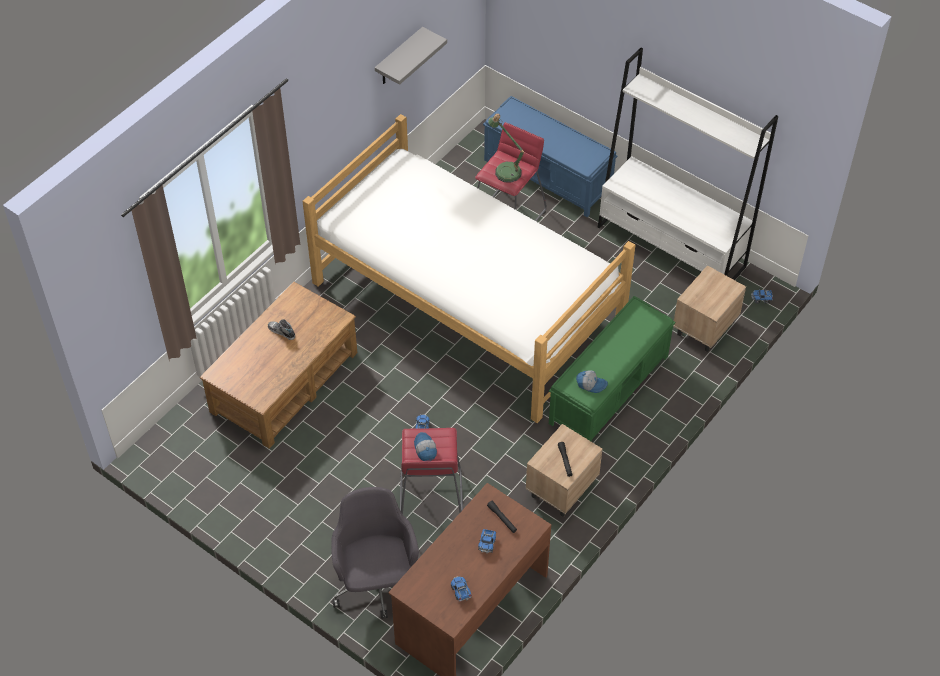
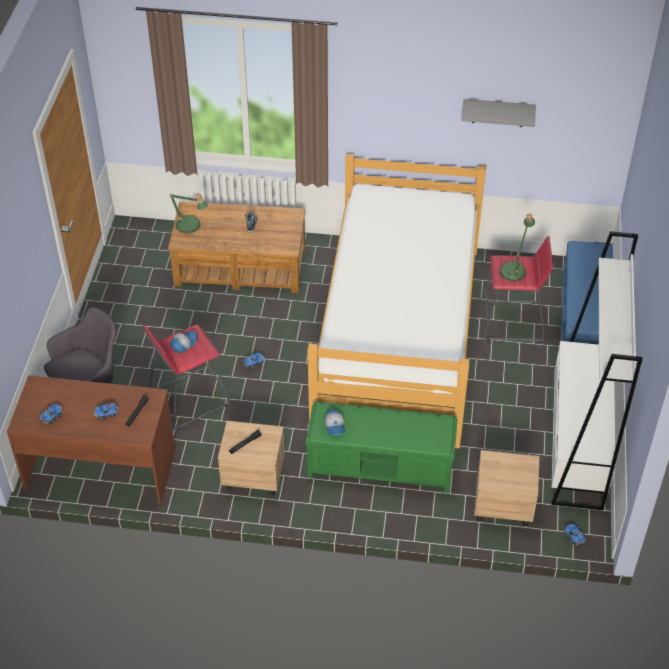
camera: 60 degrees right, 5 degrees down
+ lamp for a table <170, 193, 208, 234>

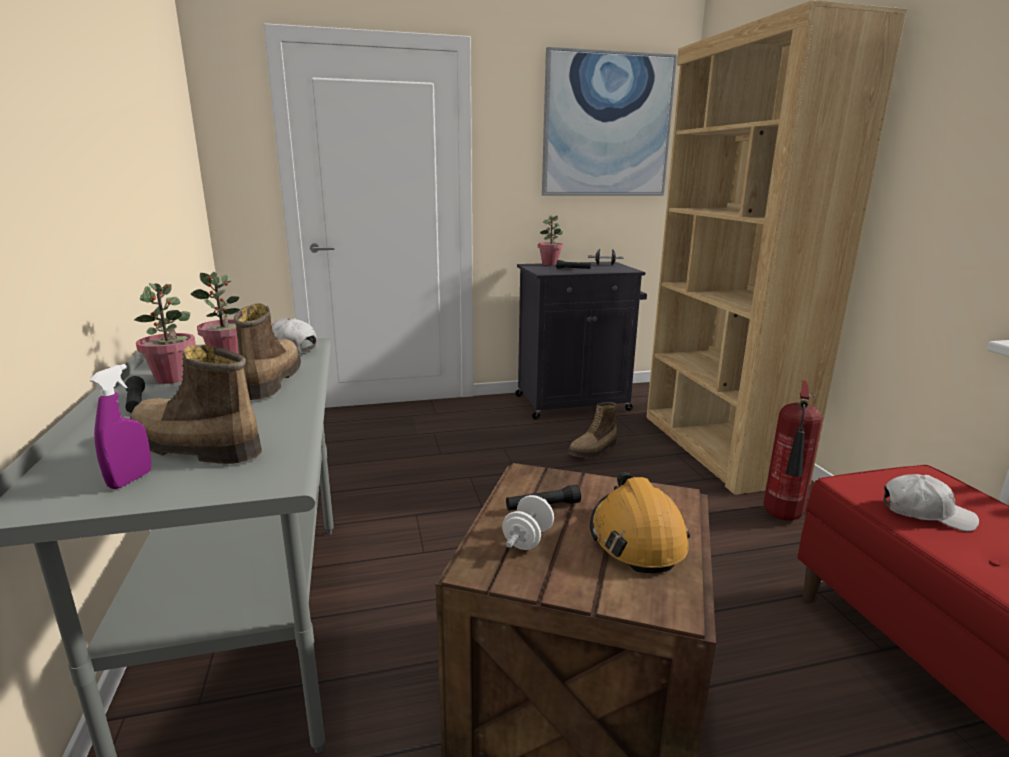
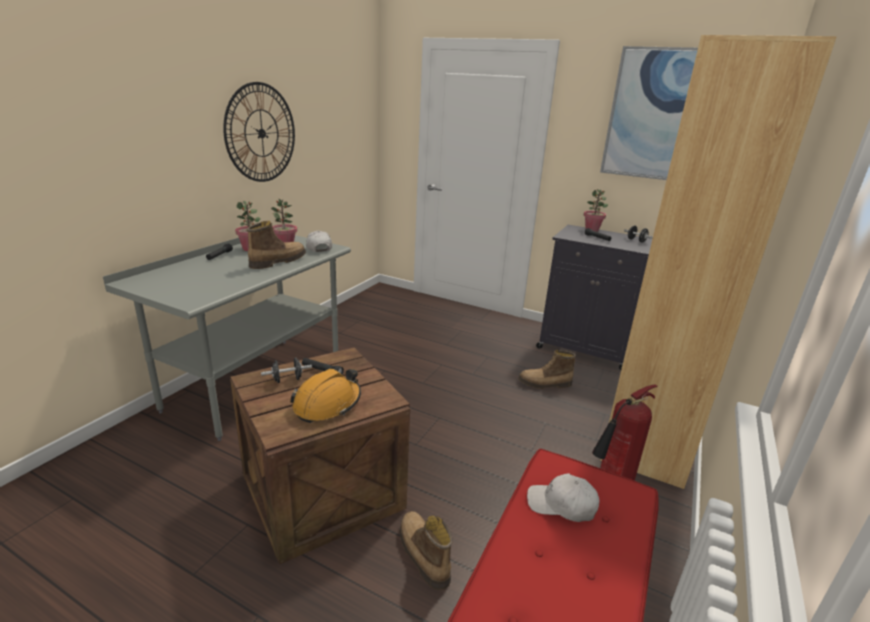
camera: 40 degrees right, 5 degrees up
- purple sprayer <90, 364, 152, 489>
~ high-top boot <130, 345, 262, 464> to <400, 511, 452, 590>
~ whitish hand weight <502, 495, 554, 550> to black-coloured hand weight <261, 358, 312, 383>
~ whitish peaked cap <883, 474, 979, 532> = <527, 474, 599, 522> 135 degrees clockwise
+ clock on the wall <223, 82, 295, 182>

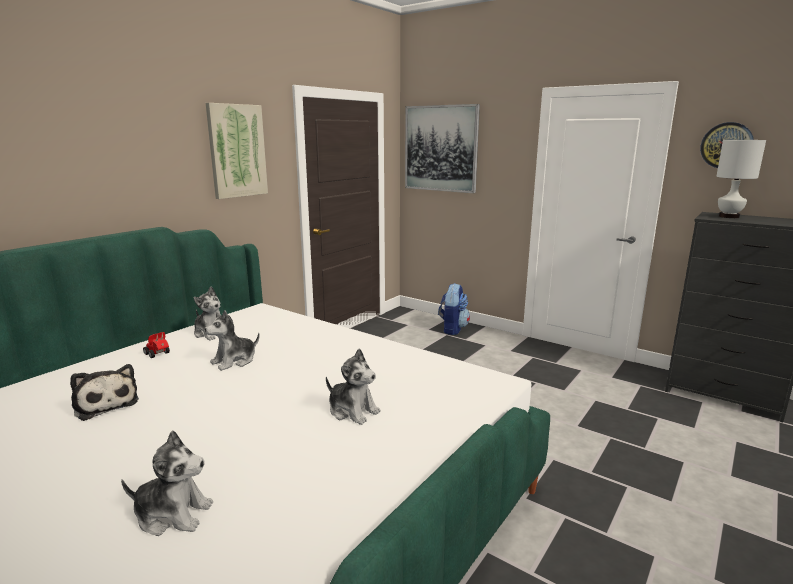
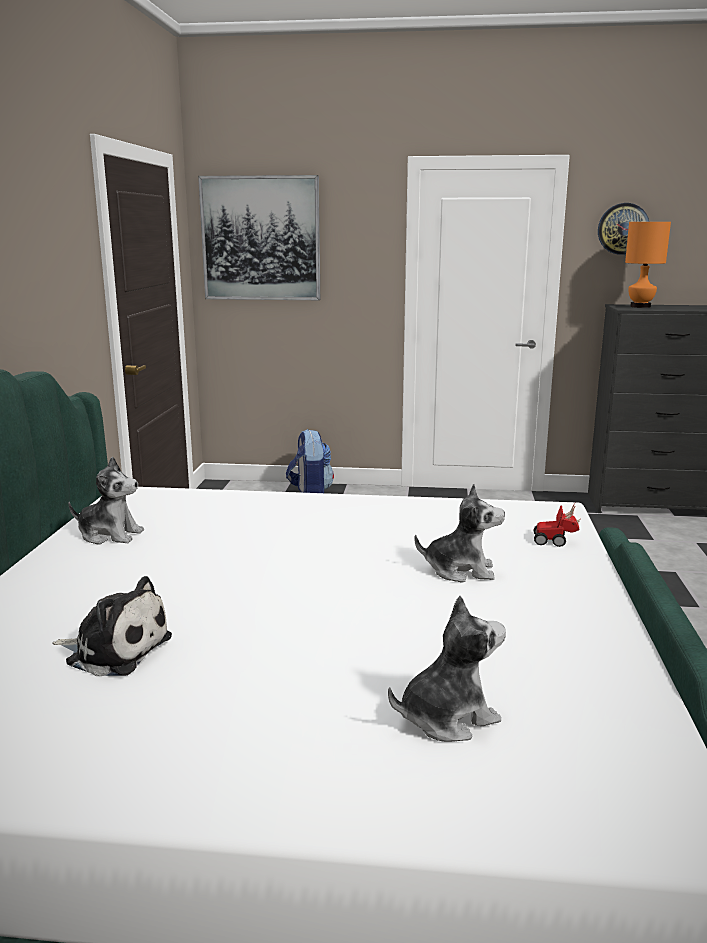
camera: 30 degrees left, 0 degrees up
~ toy car <143, 332, 170, 358> to <534, 504, 580, 547>
- soft toy <204, 310, 260, 371>
- wall picture <206, 103, 268, 199>
~ whitish lamp for a table <716, 140, 766, 218> to orangey lamp for a table <625, 222, 671, 308>

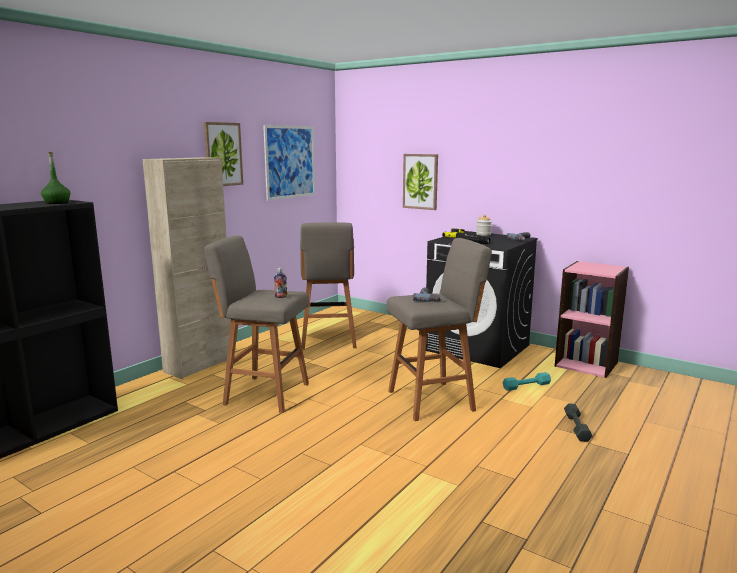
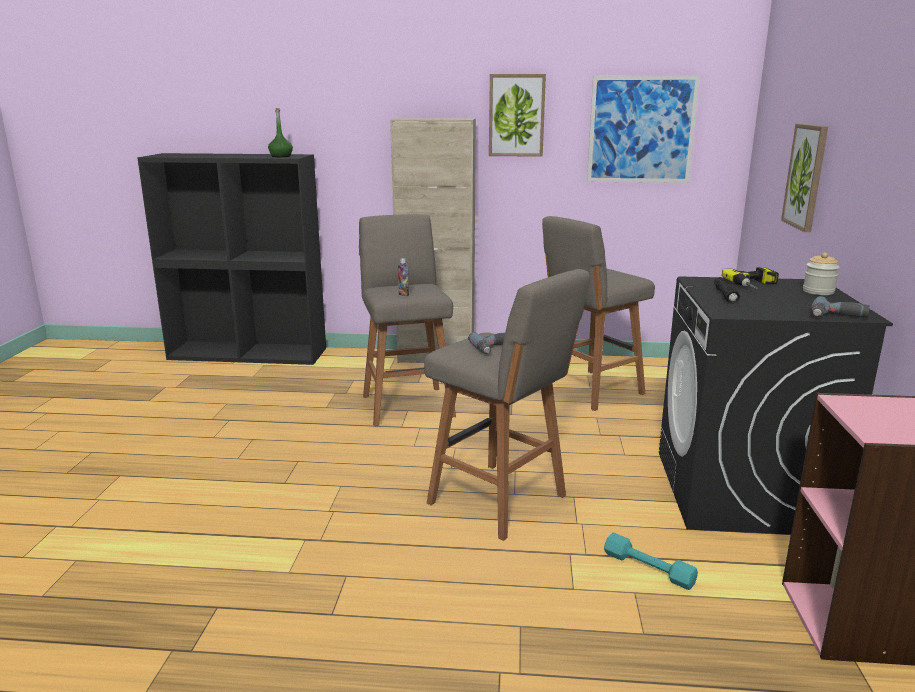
camera: 60 degrees right, 5 degrees up
- greyish hand weight <564, 404, 592, 442>

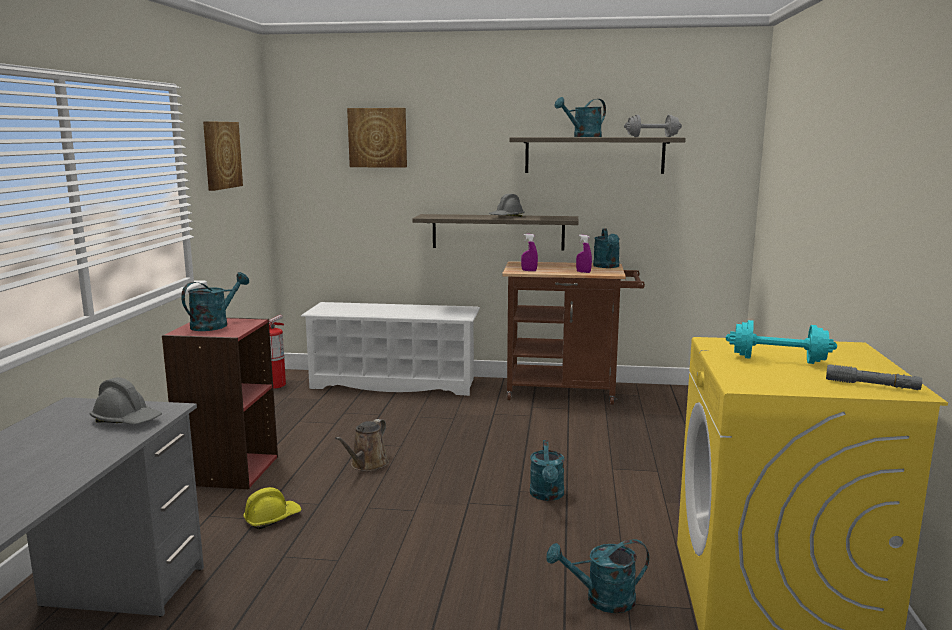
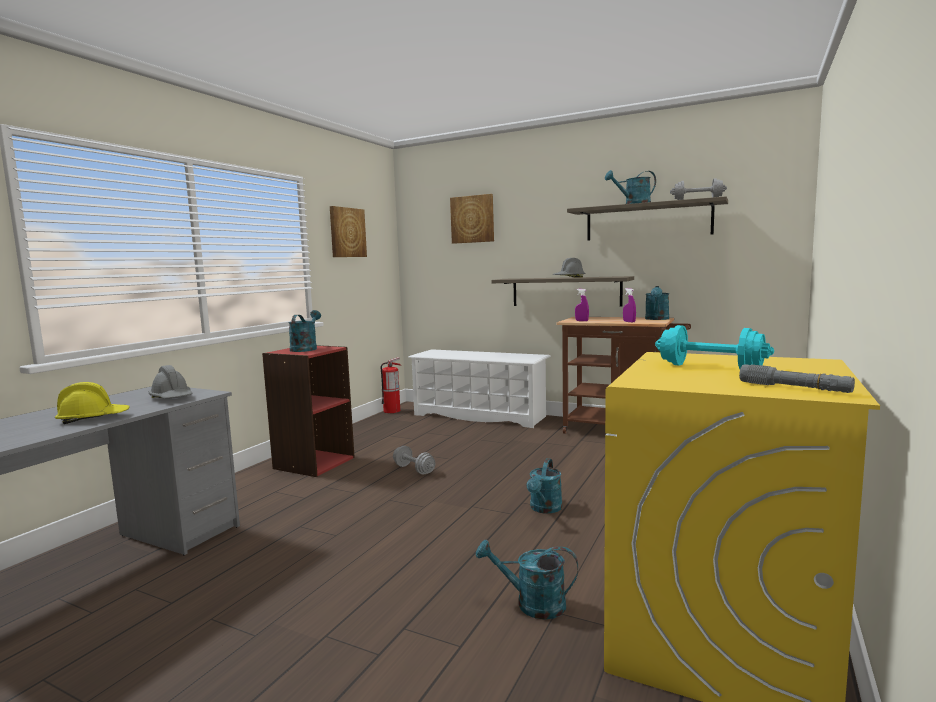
camera: 20 degrees right, 5 degrees down
~ turquoise-coloured watering pot <181, 272, 249, 331> = <288, 310, 321, 352> 45 degrees counterclockwise
~ yellow hard hat <243, 487, 302, 529> to <55, 382, 130, 424>
~ brownish watering pot <335, 419, 389, 471> to greyish hand weight <393, 446, 435, 475>

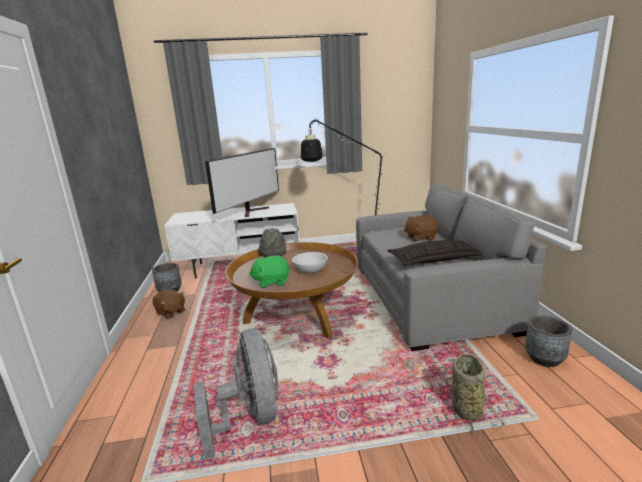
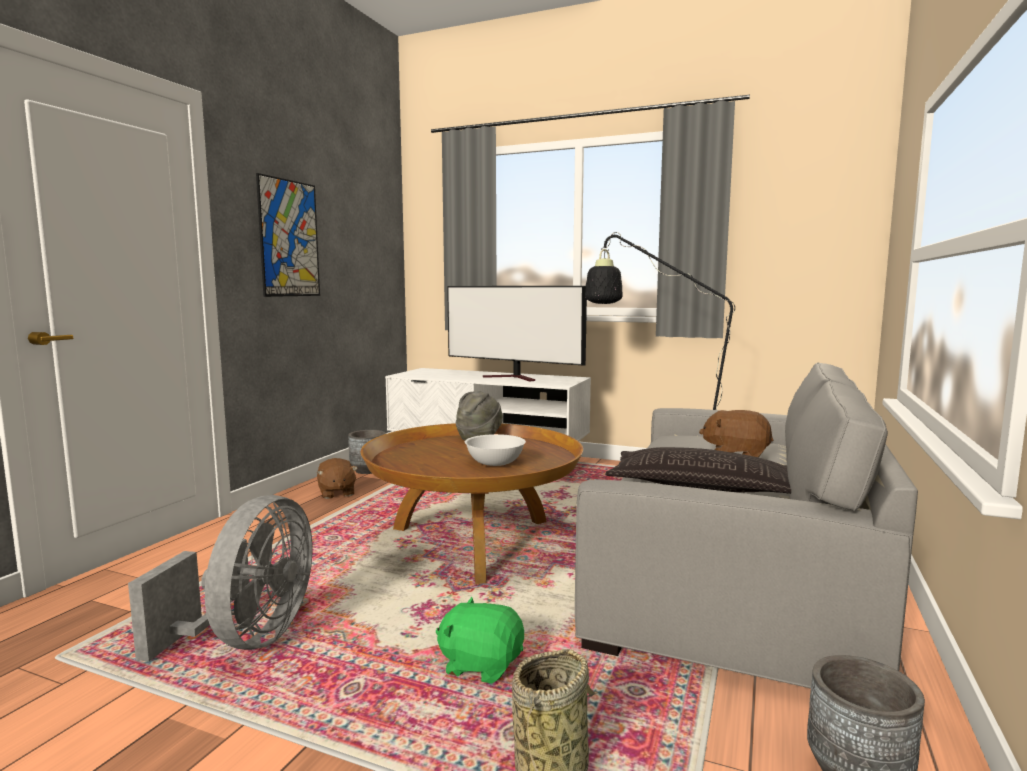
camera: 30 degrees right, 10 degrees down
~ TV <205, 148, 279, 217> = <447, 286, 587, 382> 60 degrees clockwise
~ green soft toy <249, 256, 290, 288> to <436, 597, 524, 684>
+ wall picture <256, 173, 320, 297>

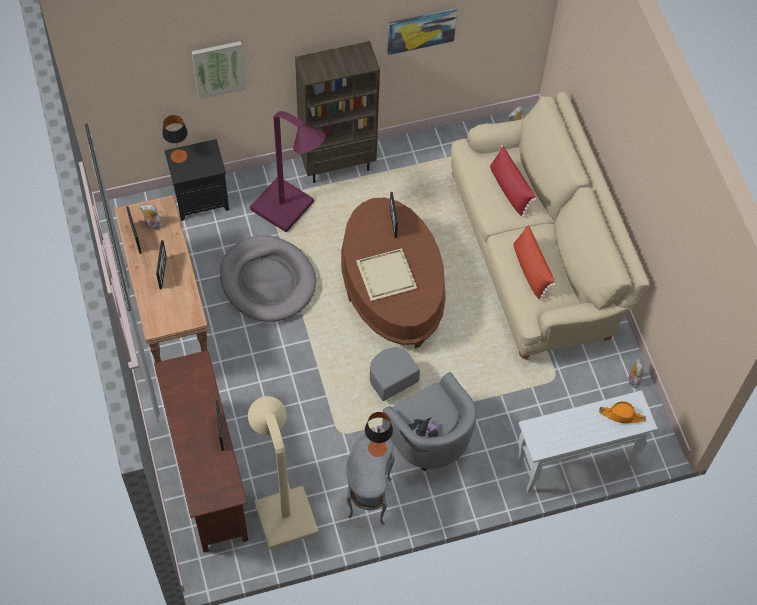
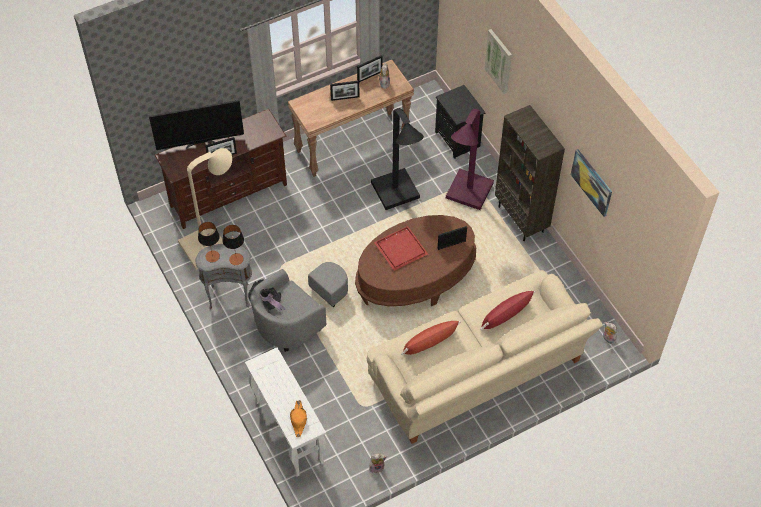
camera: 80 degrees right, 5 degrees down
~ lamp for a table <162, 115, 188, 163> to <198, 222, 220, 263>
~ greyish pet bed <220, 235, 317, 322> to black-coloured floor lamp <371, 108, 424, 210>
~ beige-coloured carrying tray <356, 248, 417, 301> to red carrying tray <374, 226, 428, 271>
+ TV <149, 100, 244, 150>

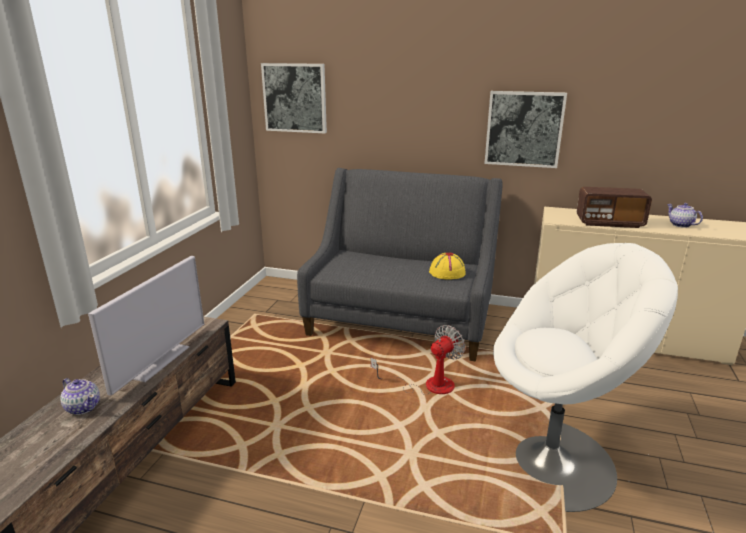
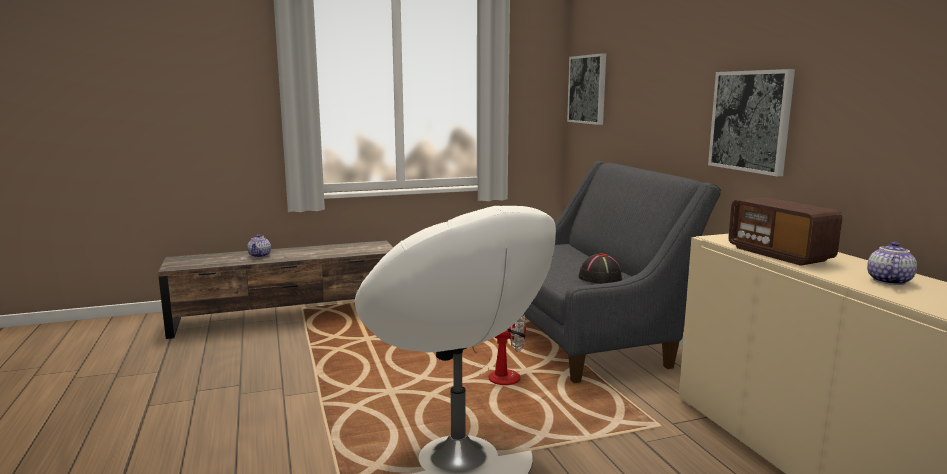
camera: 55 degrees right, 10 degrees down
- TV <88, 256, 204, 396>
~ yellow wearable hat <429, 252, 466, 280> to black-coloured wearable hat <578, 253, 622, 284>

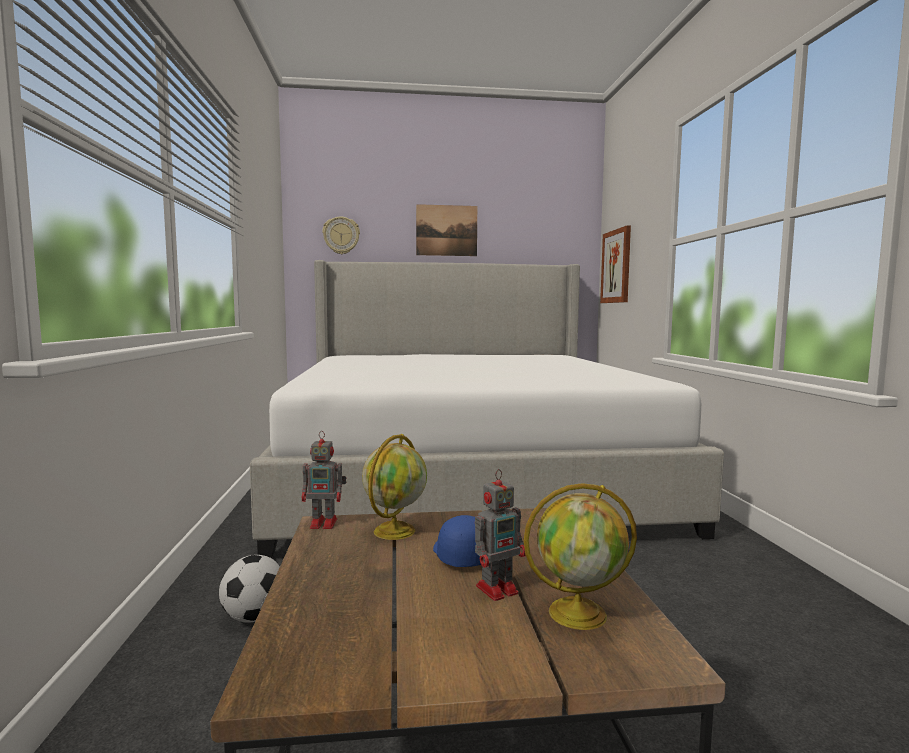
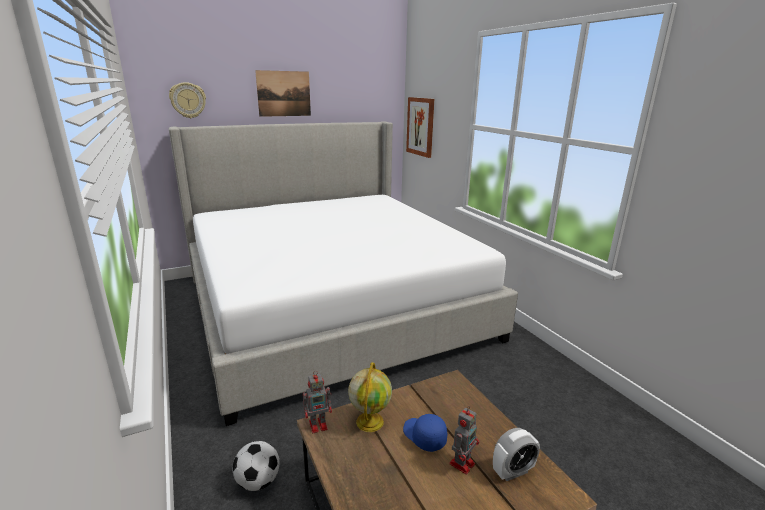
camera: 20 degrees left, 15 degrees up
~ world globe <524, 483, 637, 630> to alarm clock <493, 428, 540, 481>

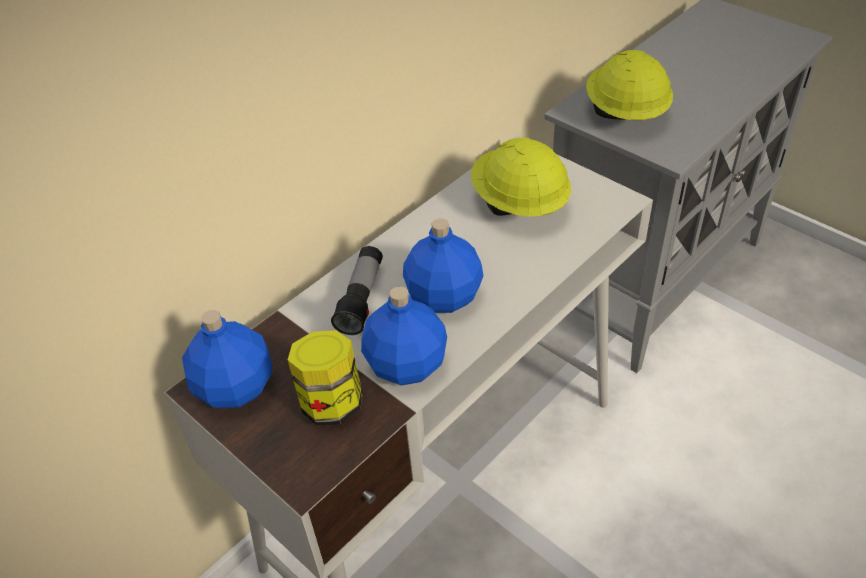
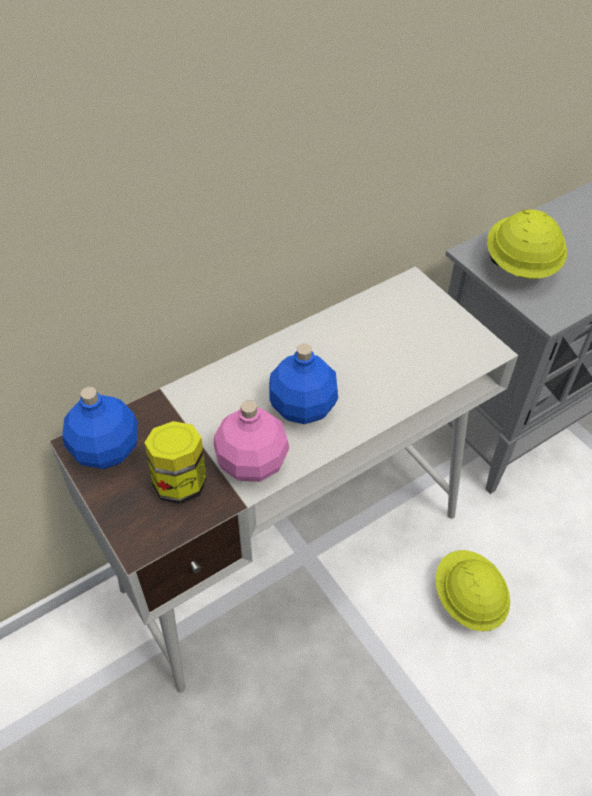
camera: 10 degrees right, 5 degrees up
- hand torch <331, 246, 383, 335>
~ blue beverage bottle <361, 286, 447, 386> to pink-coloured beverage bottle <214, 400, 289, 482>
~ yellow hard hat <471, 138, 571, 217> to <435, 550, 510, 631>

